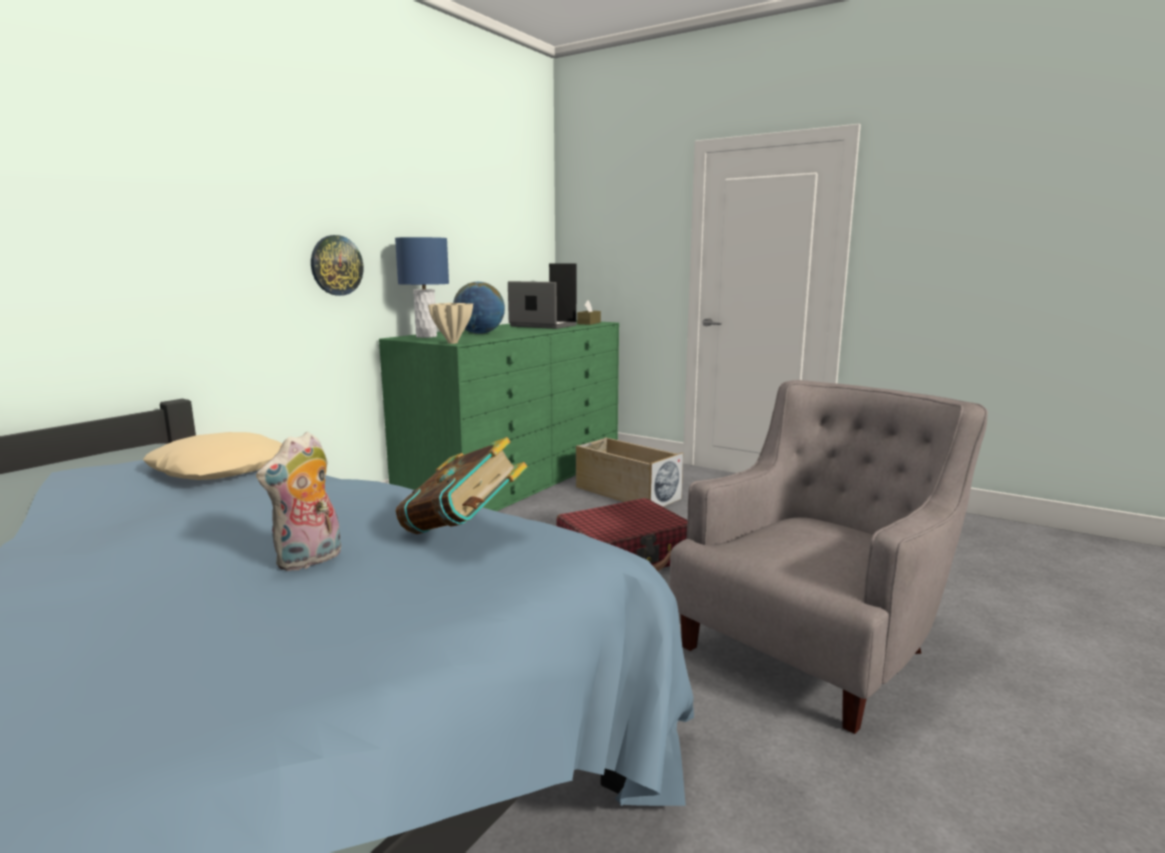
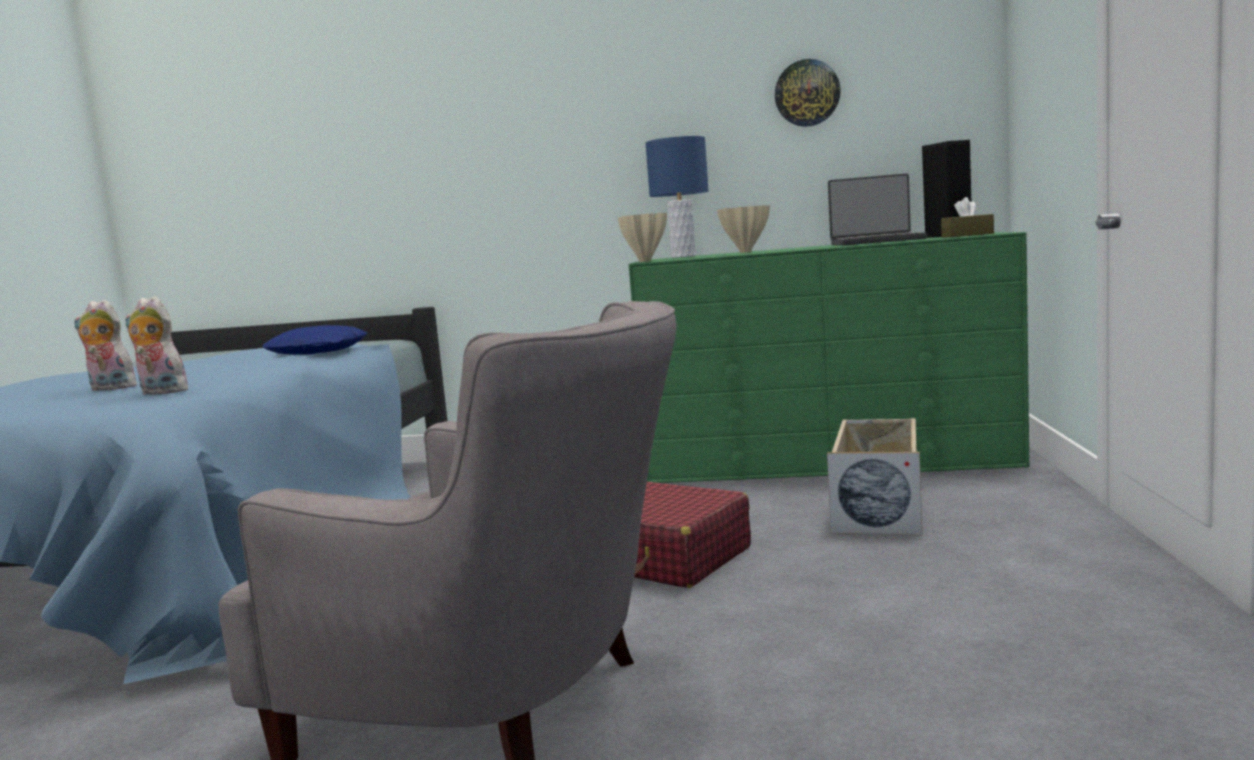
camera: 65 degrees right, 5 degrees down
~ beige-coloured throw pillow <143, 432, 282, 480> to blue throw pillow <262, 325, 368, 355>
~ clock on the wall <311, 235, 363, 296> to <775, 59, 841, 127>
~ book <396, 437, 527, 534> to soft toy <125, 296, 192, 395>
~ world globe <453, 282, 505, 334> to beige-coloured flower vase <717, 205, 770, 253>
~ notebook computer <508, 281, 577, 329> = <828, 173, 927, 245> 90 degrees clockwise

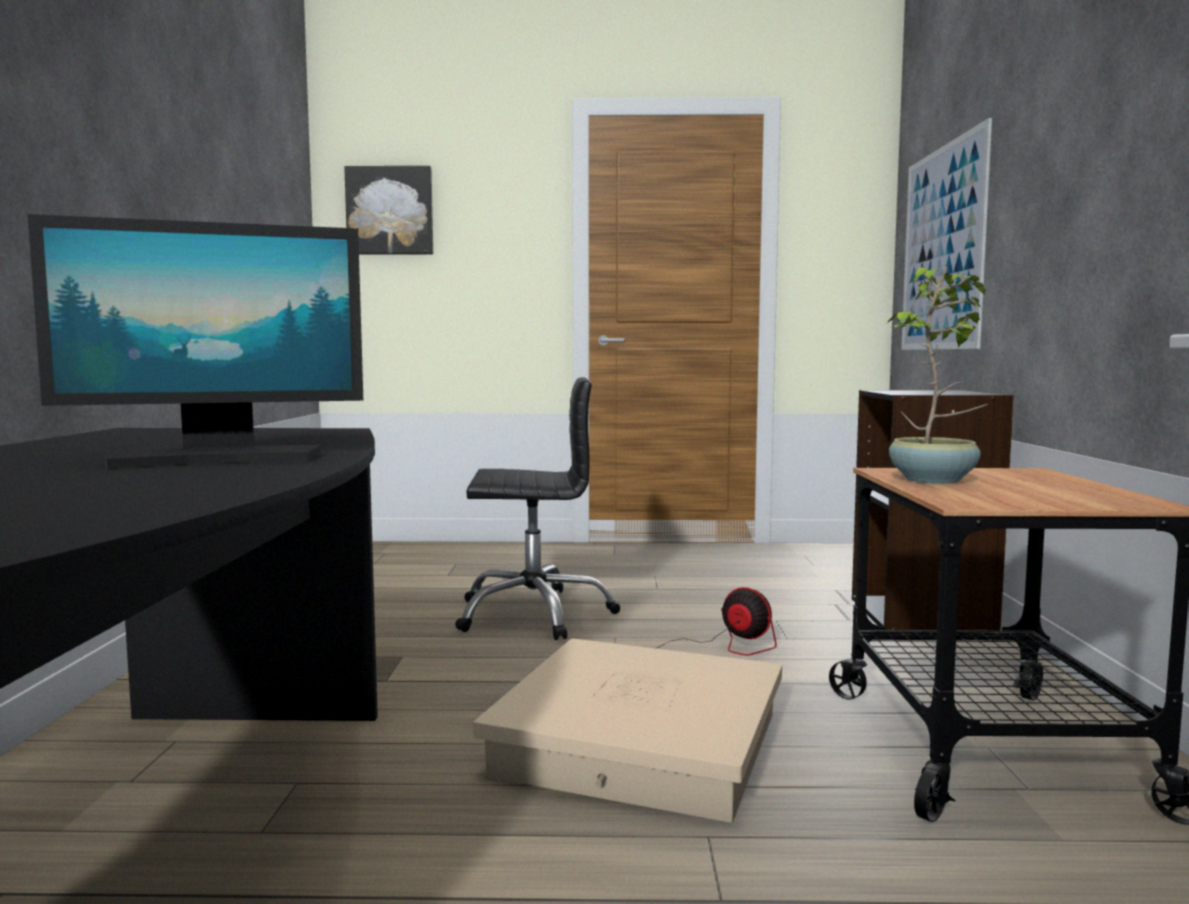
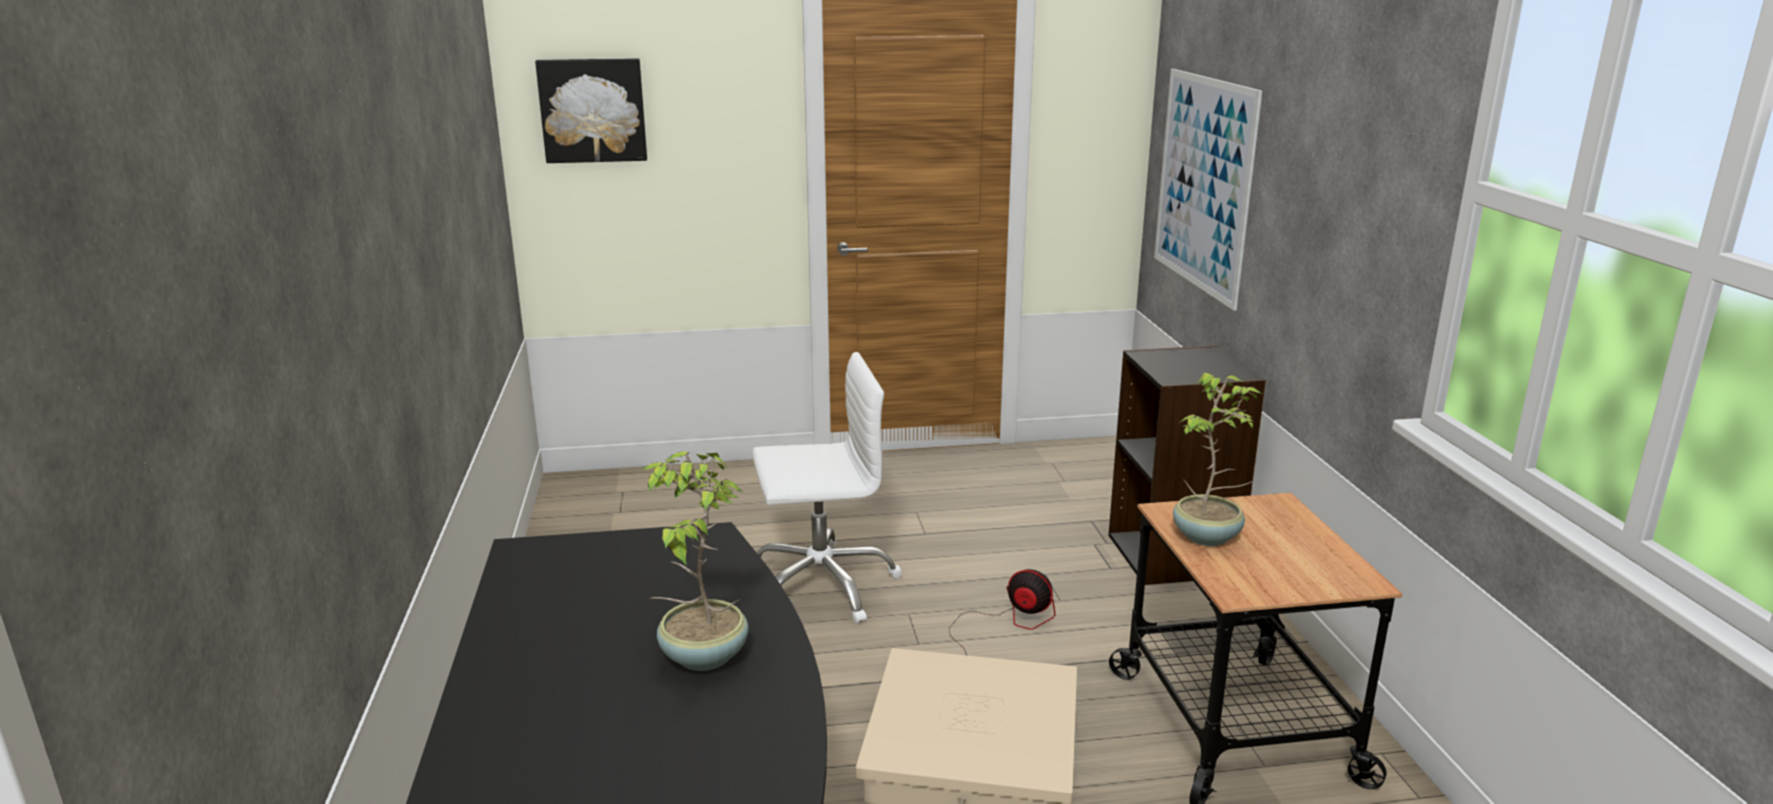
camera: 10 degrees left, 15 degrees up
~ monitor <27, 214, 363, 469> to potted plant <640, 451, 749, 671>
~ black-coloured office chair <455, 377, 620, 640> to whitish office chair <752, 352, 902, 624>

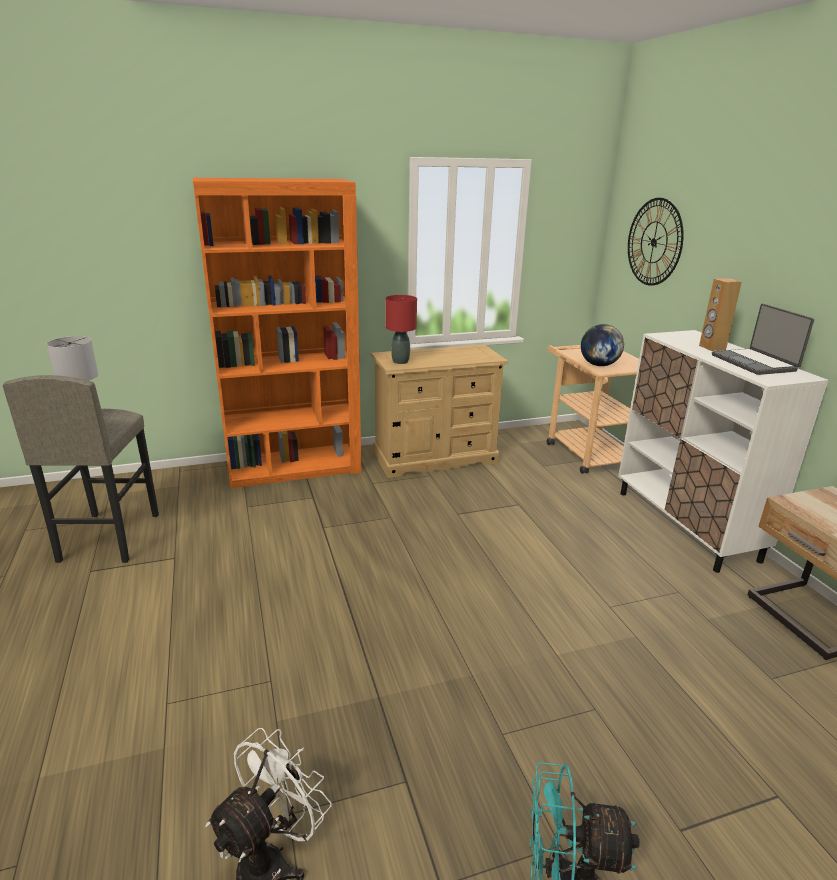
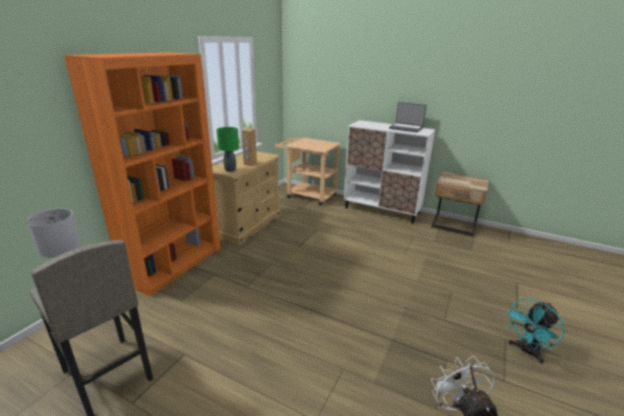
camera: 45 degrees left, 0 degrees up
~ red lamp for a table <385, 295, 417, 364> to green lamp for a table <217, 127, 239, 172>
- world globe <581, 324, 624, 366>
- clock on the wall <628, 198, 684, 286>
~ brownish speaker <699, 278, 742, 351> to <242, 128, 257, 166>

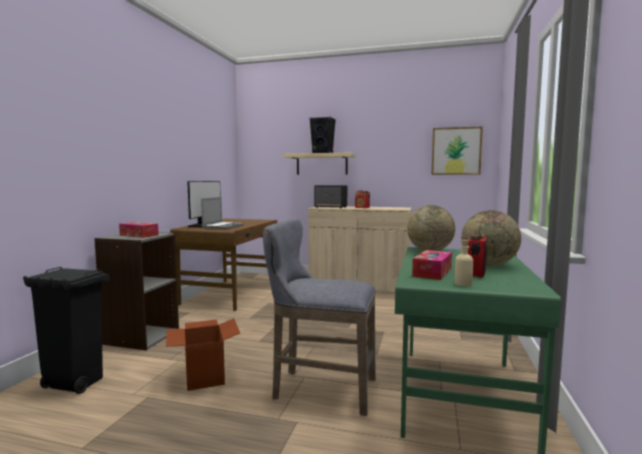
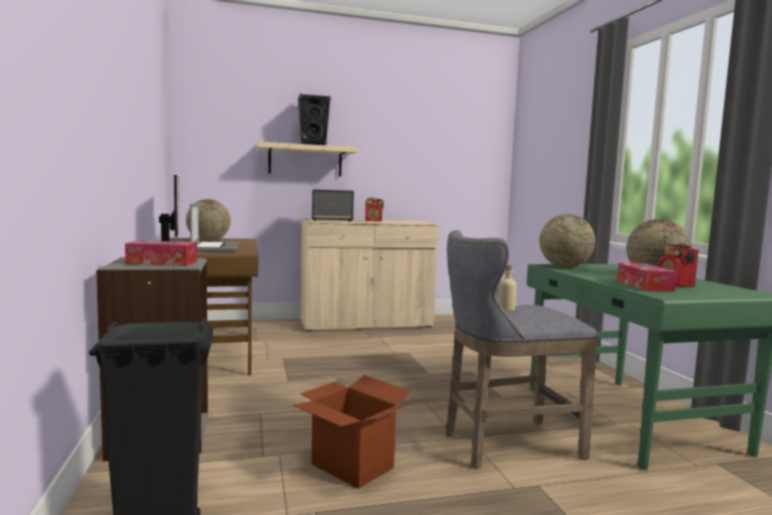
camera: 30 degrees left, 0 degrees up
- wall picture <432, 126, 483, 175>
~ beige-coloured beverage bottle <455, 240, 473, 286> to <498, 264, 516, 311>
+ world globe <186, 199, 230, 241>

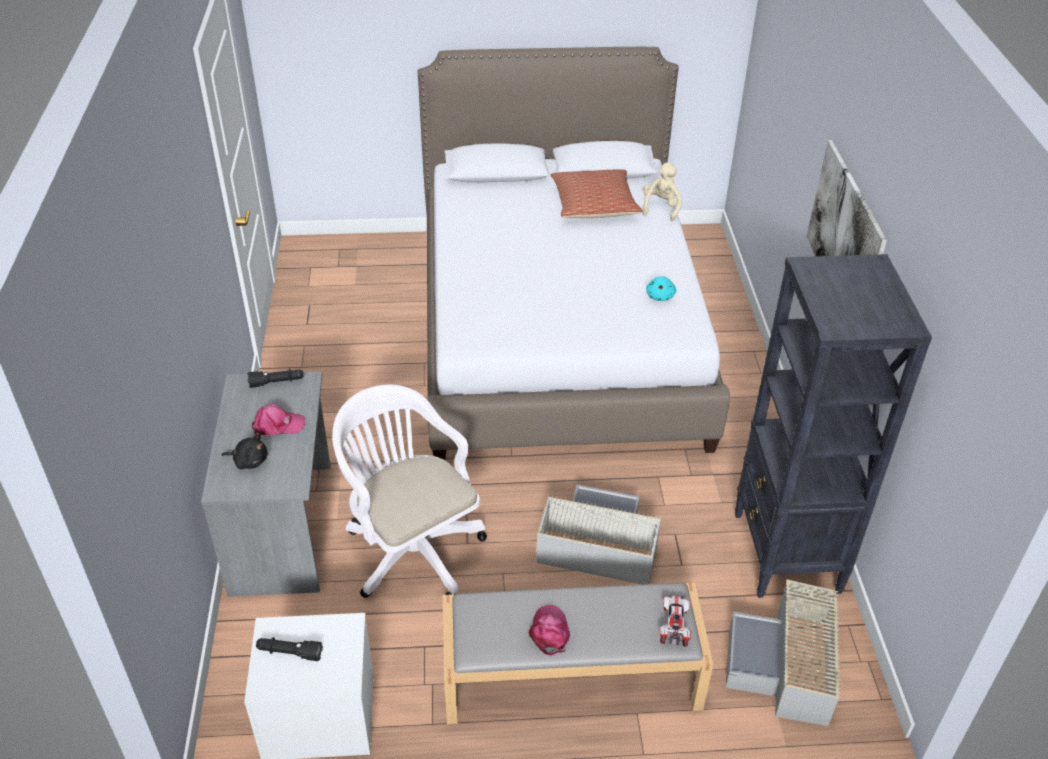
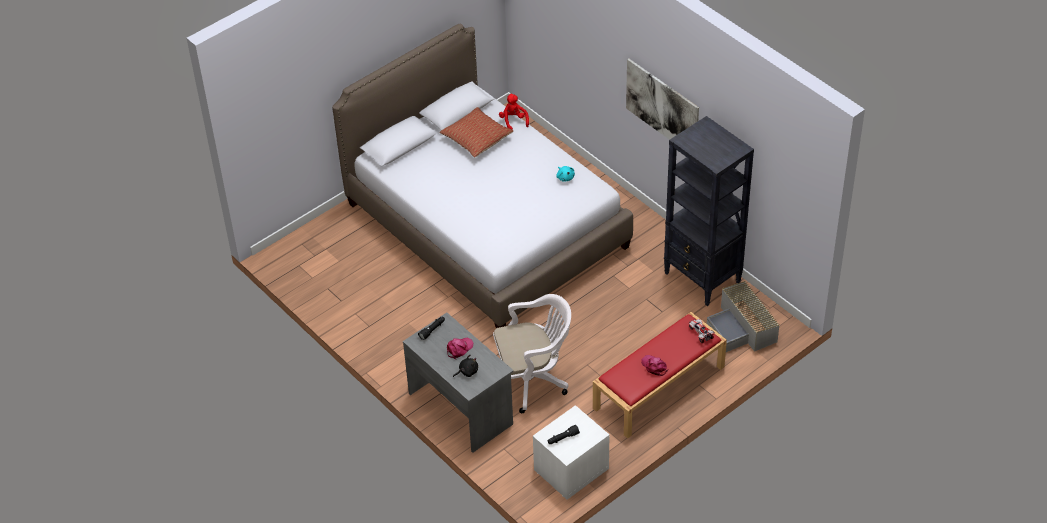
camera: 35 degrees left, 5 degrees up
~ whitish office chair <332, 384, 487, 598> = <493, 294, 571, 413> 150 degrees clockwise
~ greyish long seat <443, 583, 713, 724> to red long seat <593, 312, 727, 438>
- greyish storage bin <536, 484, 661, 585>
~ beige-coloured soft toy <642, 162, 682, 221> to red soft toy <499, 94, 529, 129>

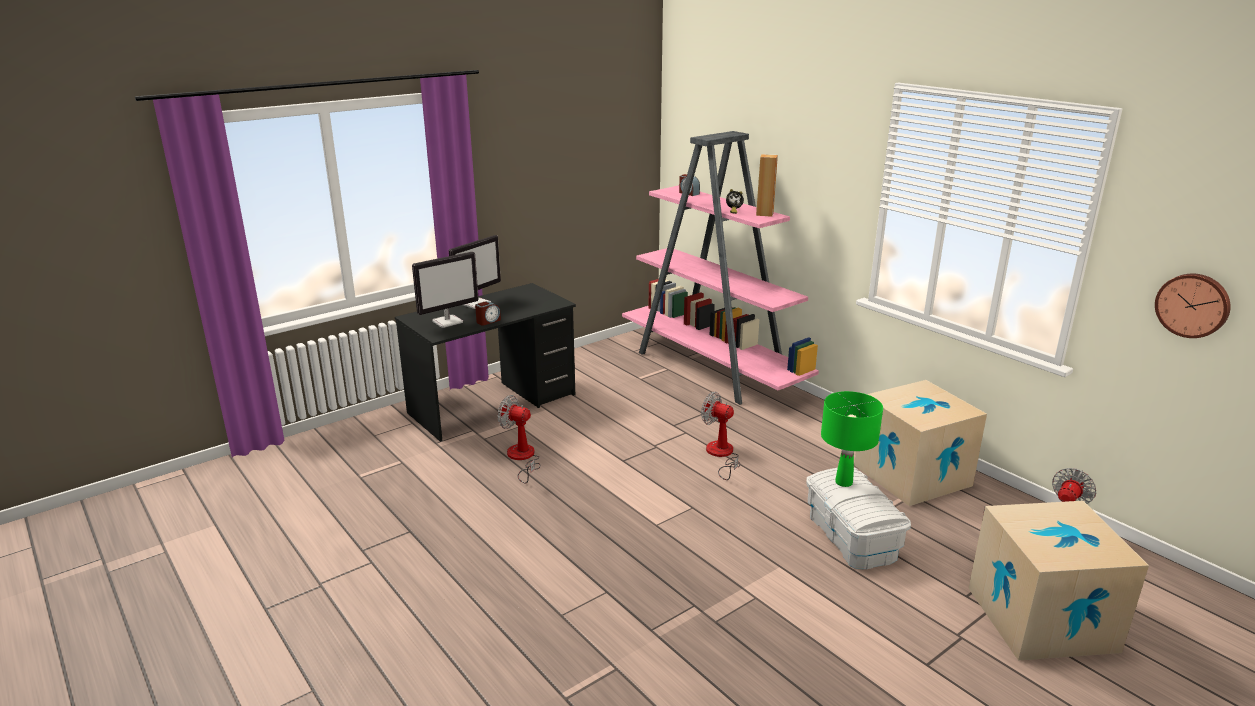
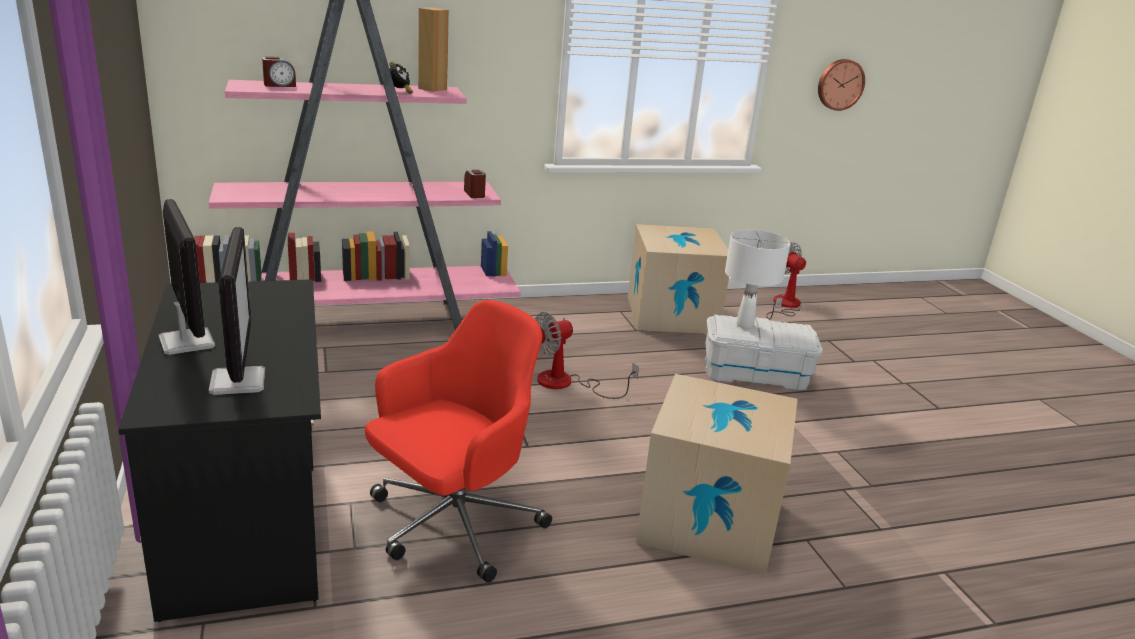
camera: 70 degrees left, 0 degrees up
~ alarm clock <475, 301, 501, 325> to <464, 170, 486, 198>
~ electric fan <498, 395, 541, 483> to red office chair <365, 300, 552, 583>
~ green lamp for a table <821, 391, 883, 487> to whitish lamp for a table <725, 230, 790, 329>
~ packing box <969, 501, 1149, 660> to <636, 374, 797, 576>

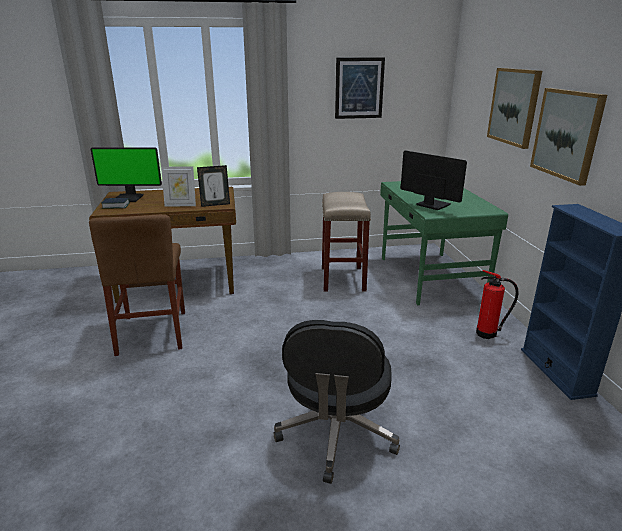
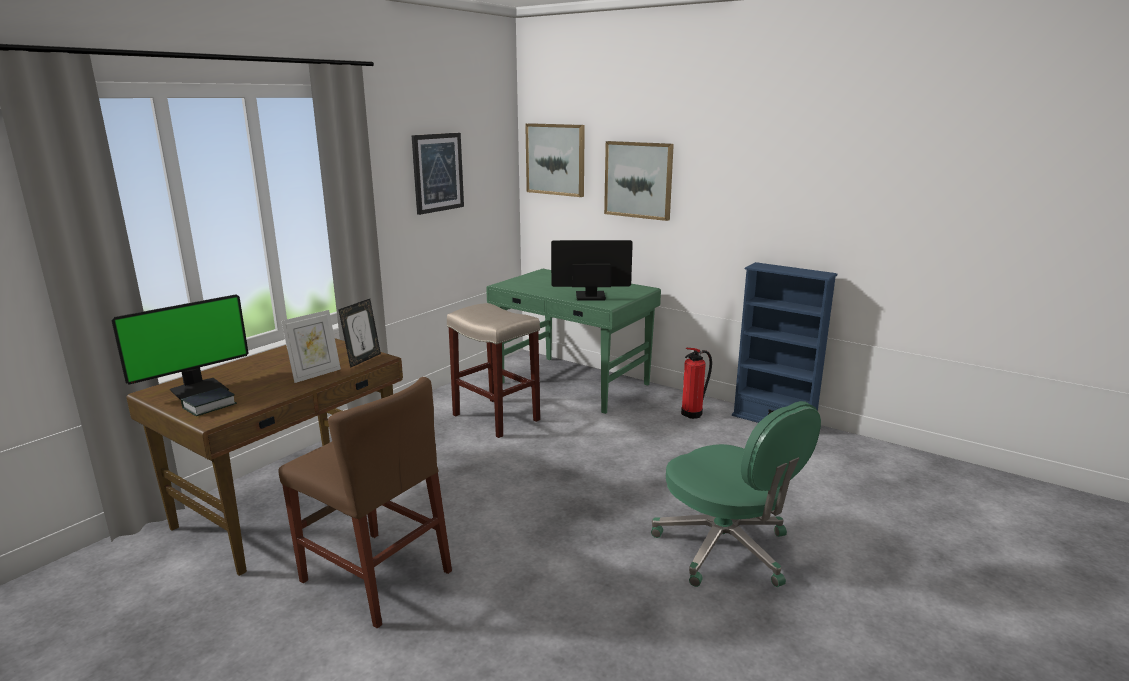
camera: 45 degrees left, 5 degrees down
~ black-coloured office chair <274, 320, 400, 484> to green office chair <651, 401, 821, 587>
~ wall picture <530, 88, 607, 186> to <525, 123, 585, 197>

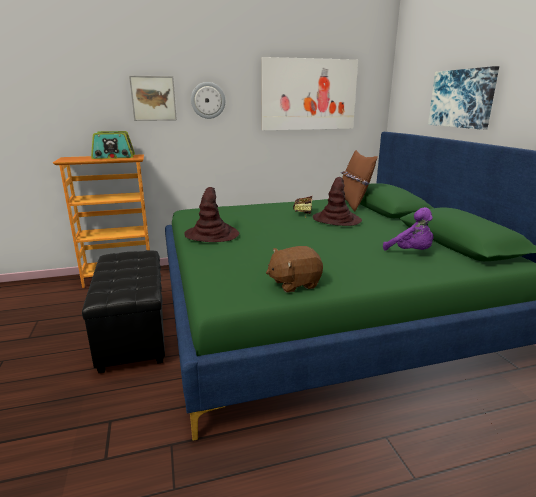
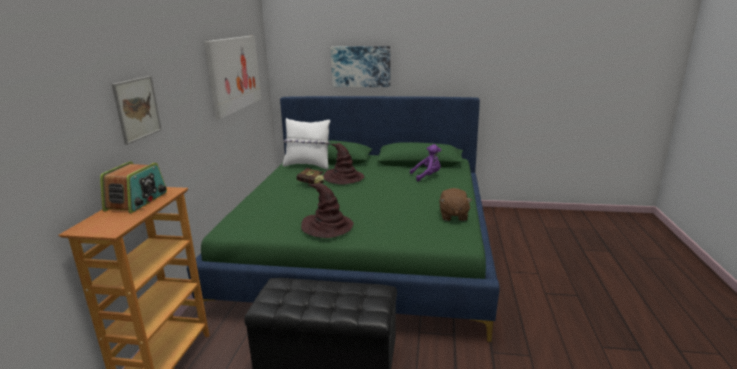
camera: 65 degrees left, 0 degrees up
- clock on the wall <191, 82, 225, 119>
~ brownish throw pillow <341, 150, 378, 211> to whitish throw pillow <282, 118, 330, 169>

